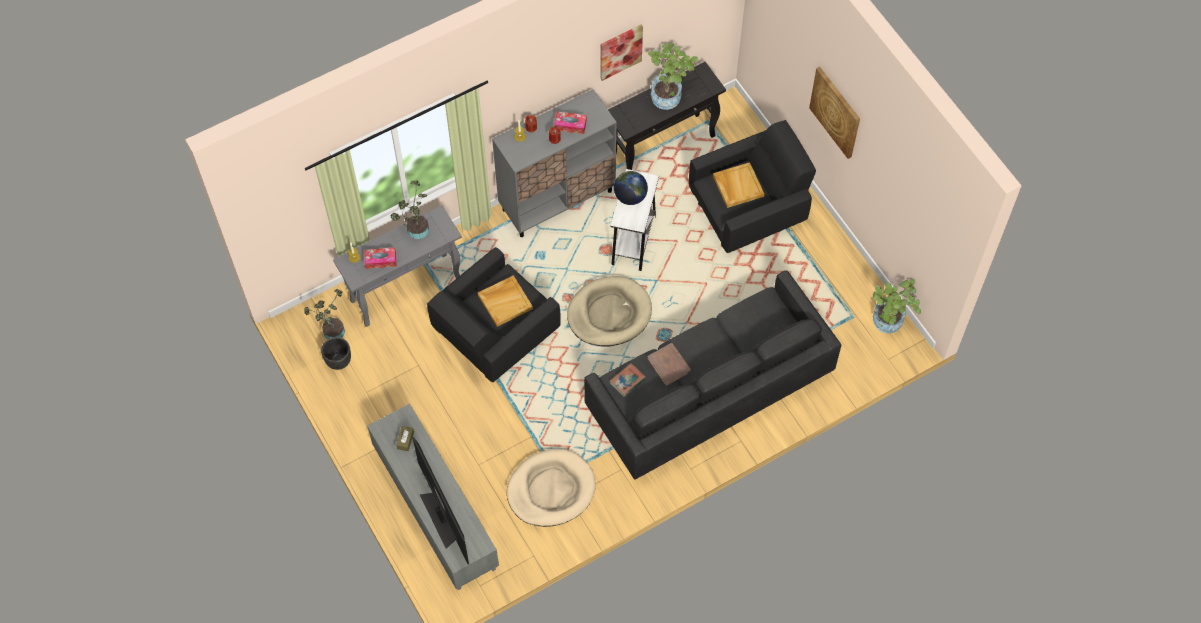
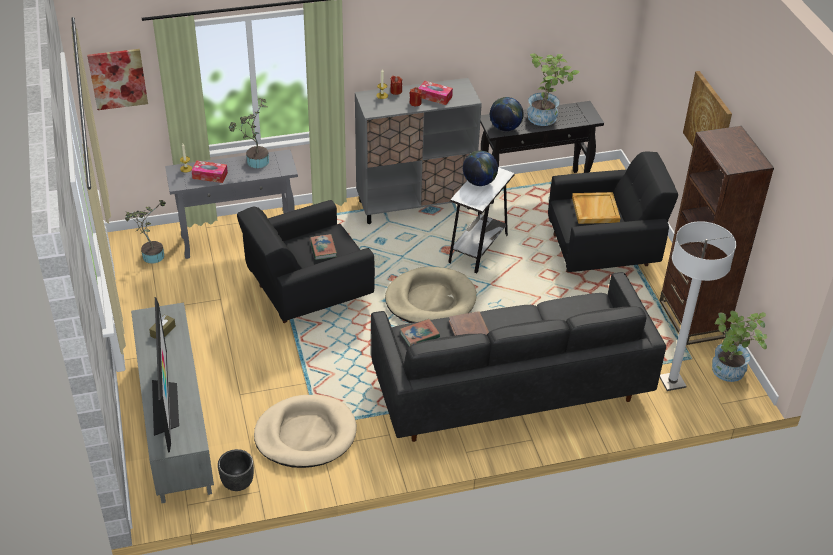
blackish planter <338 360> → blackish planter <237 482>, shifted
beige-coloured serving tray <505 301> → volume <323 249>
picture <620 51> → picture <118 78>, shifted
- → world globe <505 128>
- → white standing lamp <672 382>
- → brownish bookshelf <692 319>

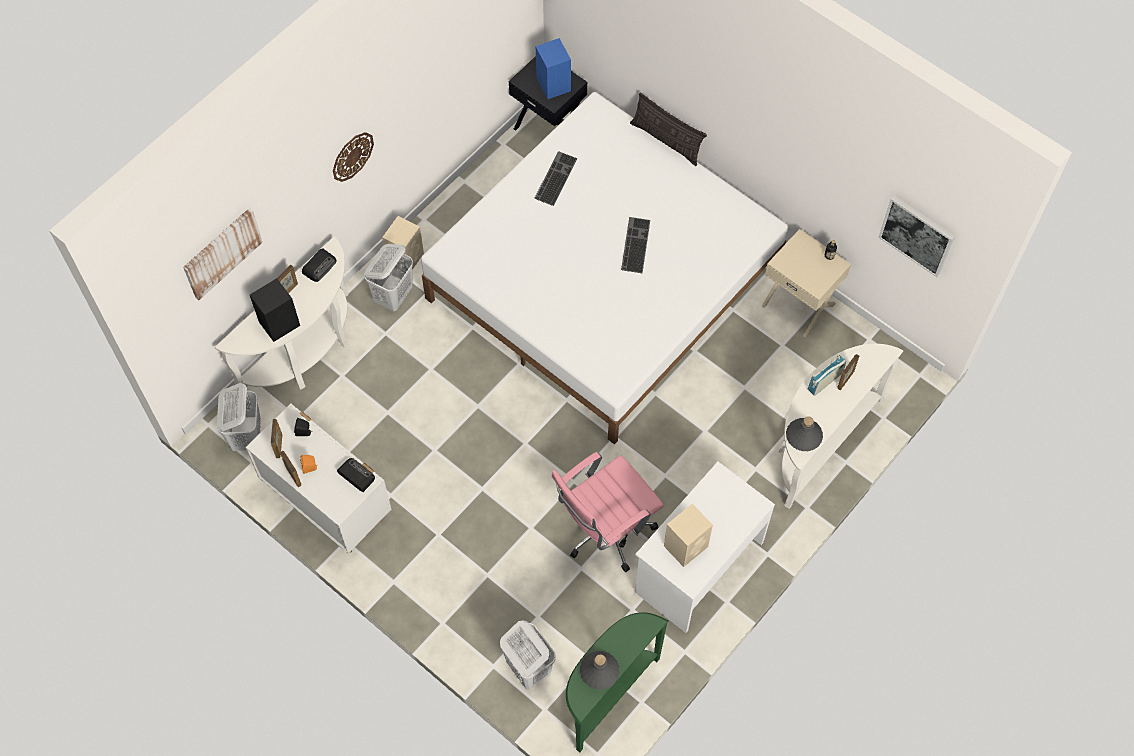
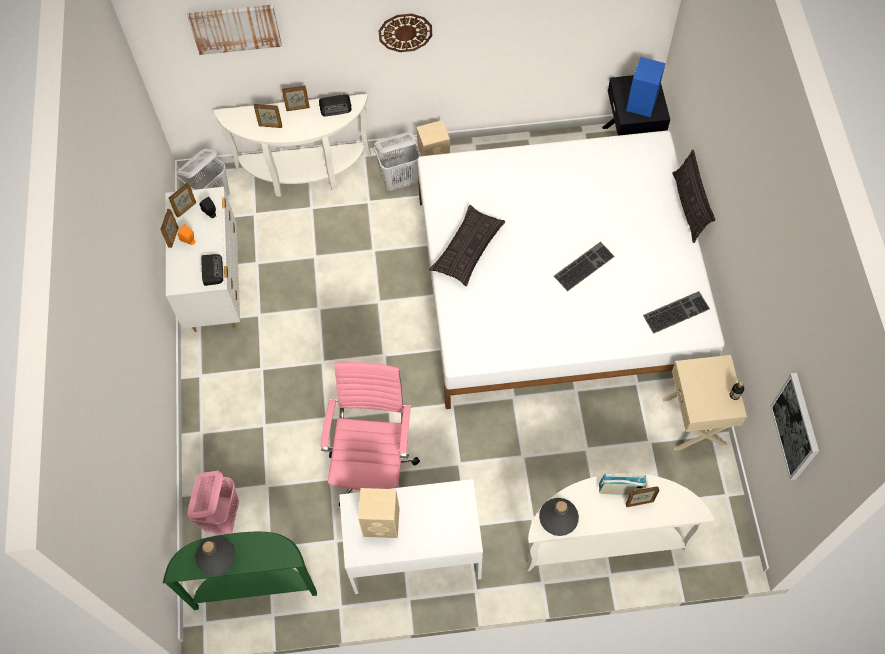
blackish audio speaker <280 323> → standing frame <270 126>
white laundry basket <528 668> → pink-coloured laundry basket <223 516>
PC keyboard <555 177> → PC keyboard <676 311>, shifted
pink-coloured desk chair <604 532> → pink-coloured desk chair <373 467>, 90 degrees clockwise
- → cushion <467 249>

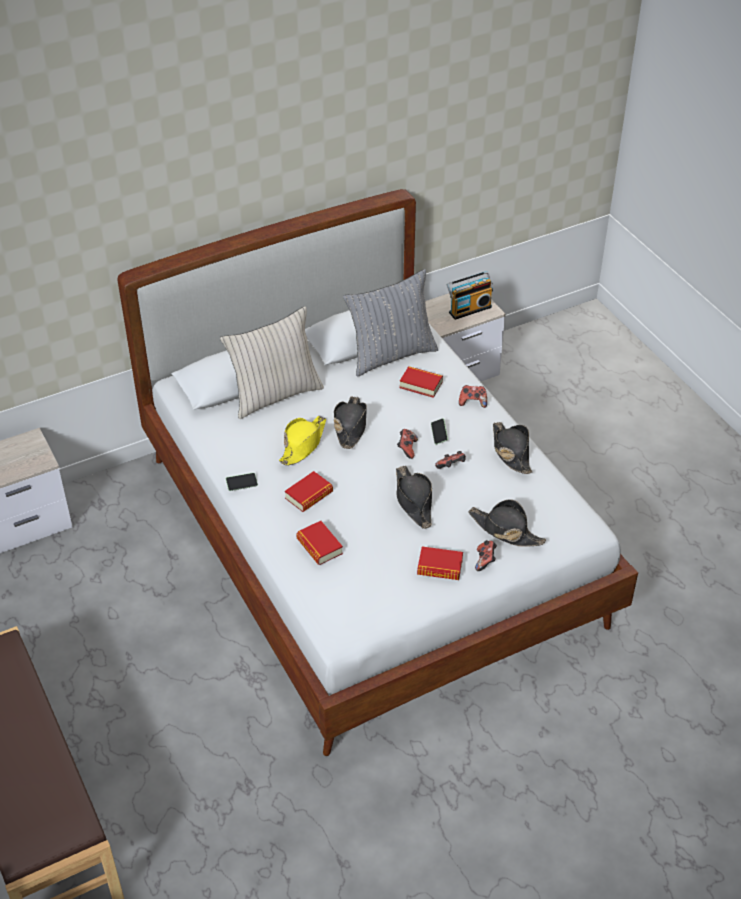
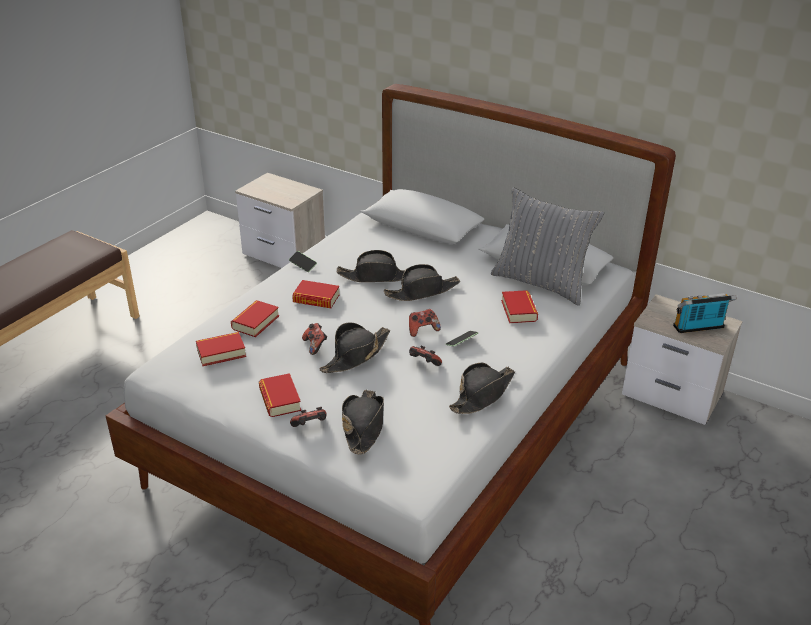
beige-coloured cushion <275 395> → -
yellow-coloured wearable hat <303 444> → blackish wearable hat <376 276>
radio <469 309> → radio <699 328>, 135 degrees clockwise
gamepad <473 402> → gamepad <315 345>, shifted
- → volume <221 353>

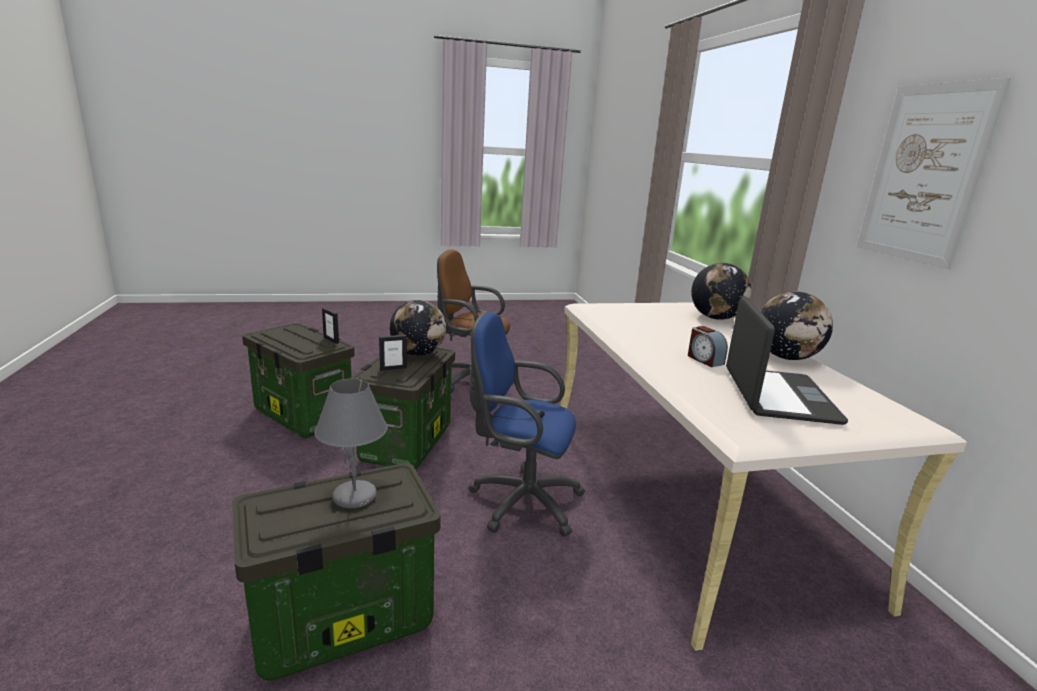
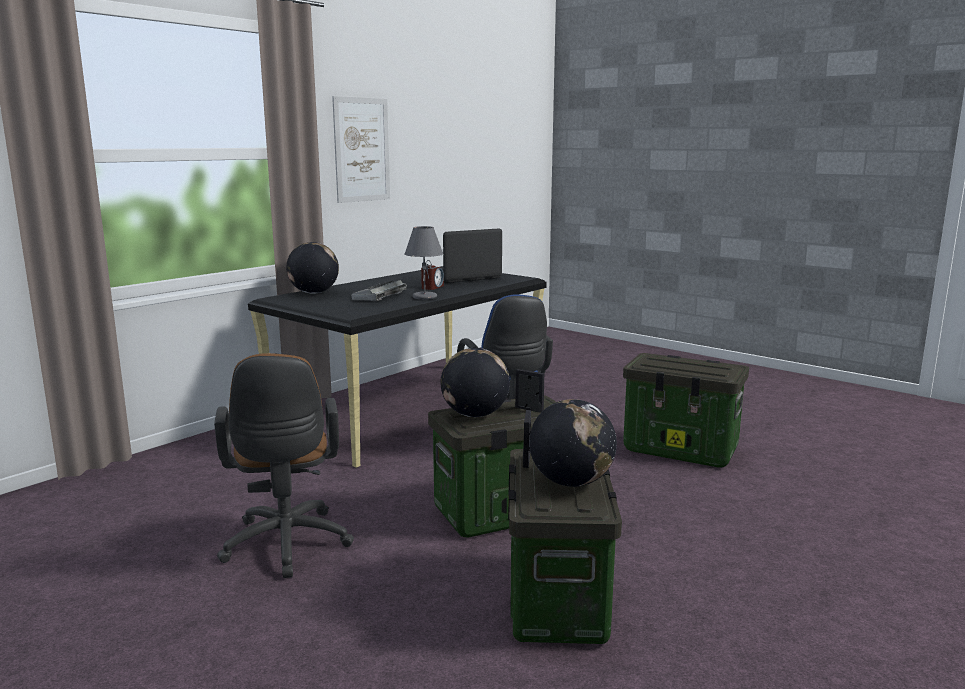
grey table lamp <355 497> → grey table lamp <424 297>, shifted
beige-coloured desk table <689 499> → blackish desk table <411 408>
world globe <786 357> → world globe <571 482>, shifted
- → PC keyboard <379 296>

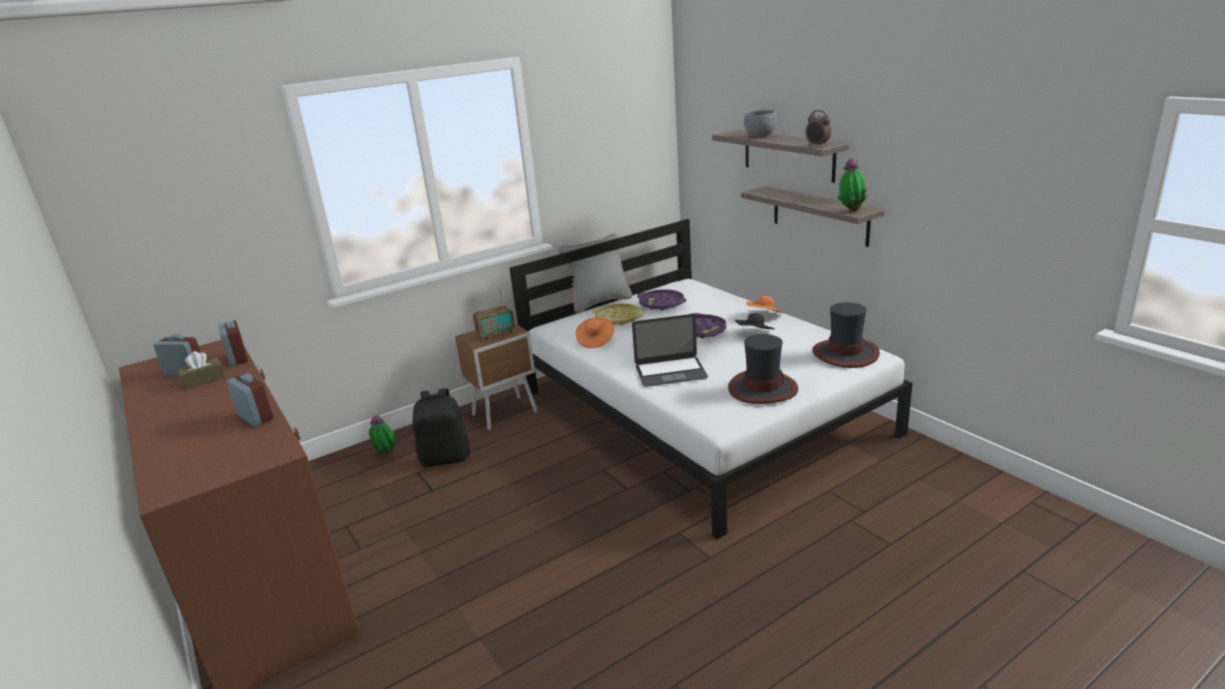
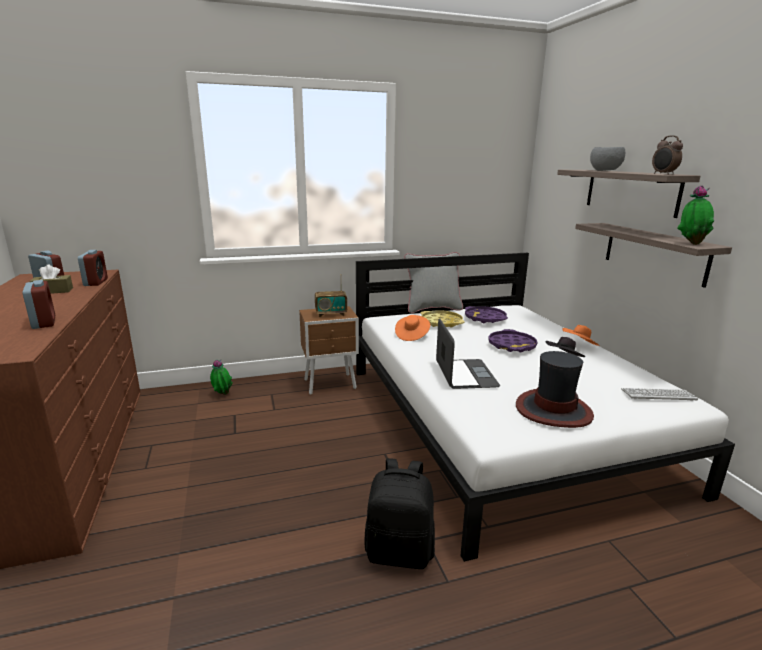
blackish backpack <445 458> → blackish backpack <399 551>, shifted
notebook computer <670 372> → notebook computer <465 374>, 105 degrees counterclockwise
wearable hat <845 353> → PC keyboard <658 395>

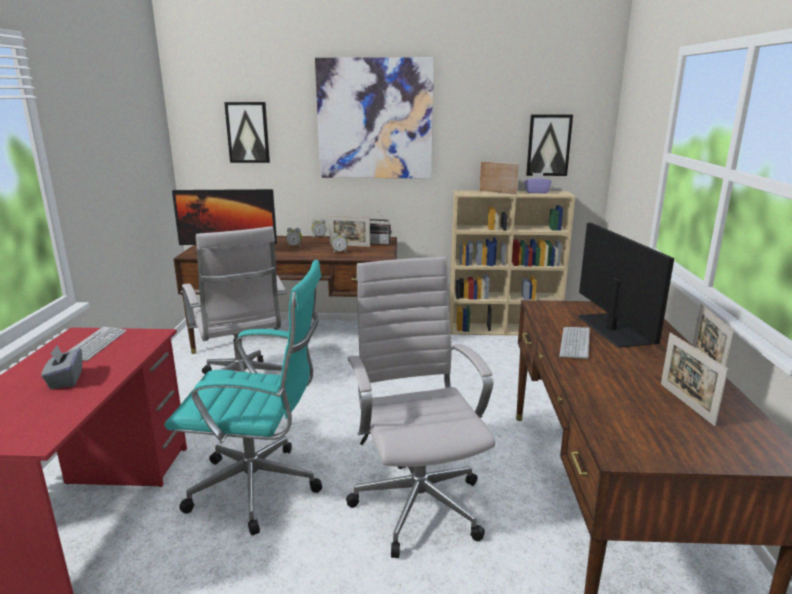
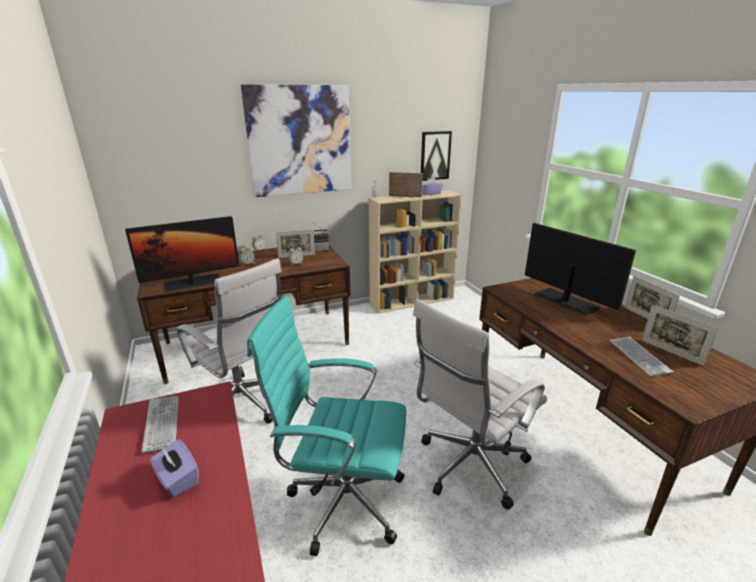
grey tissue box <65 380> → purple-coloured tissue box <177 480>
turquoise-coloured desk chair <260 488> → turquoise-coloured desk chair <341 500>, 150 degrees counterclockwise
picture <248 132> → -
white desk chair <417 502> → white desk chair <469 467>, 90 degrees counterclockwise
PC keyboard <575 343> → PC keyboard <639 357>, shifted

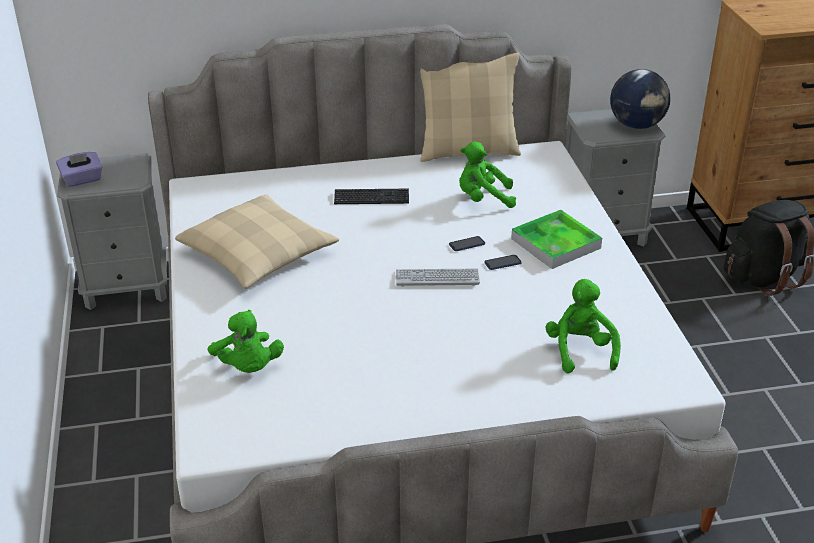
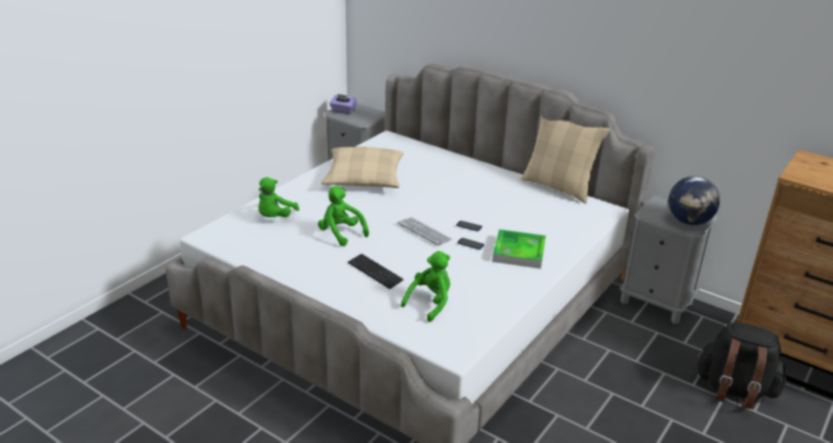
PC keyboard <371 198> → PC keyboard <375 272>, shifted
green-coloured cuddly toy <483 199> → green-coloured cuddly toy <341 233>, shifted

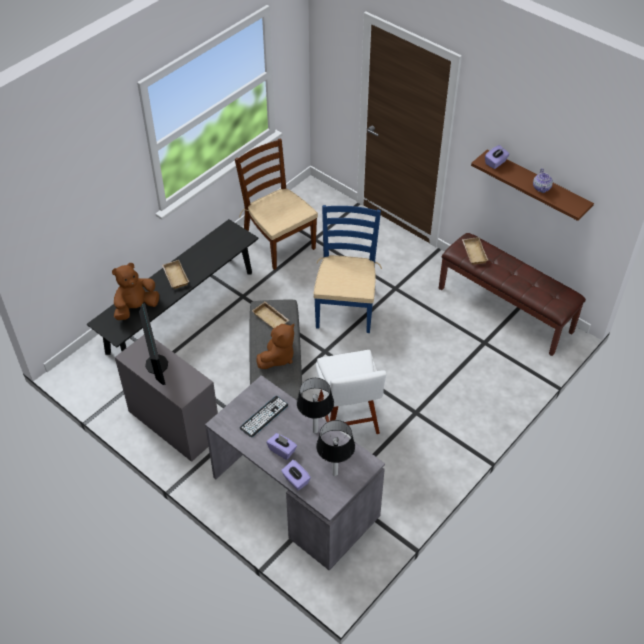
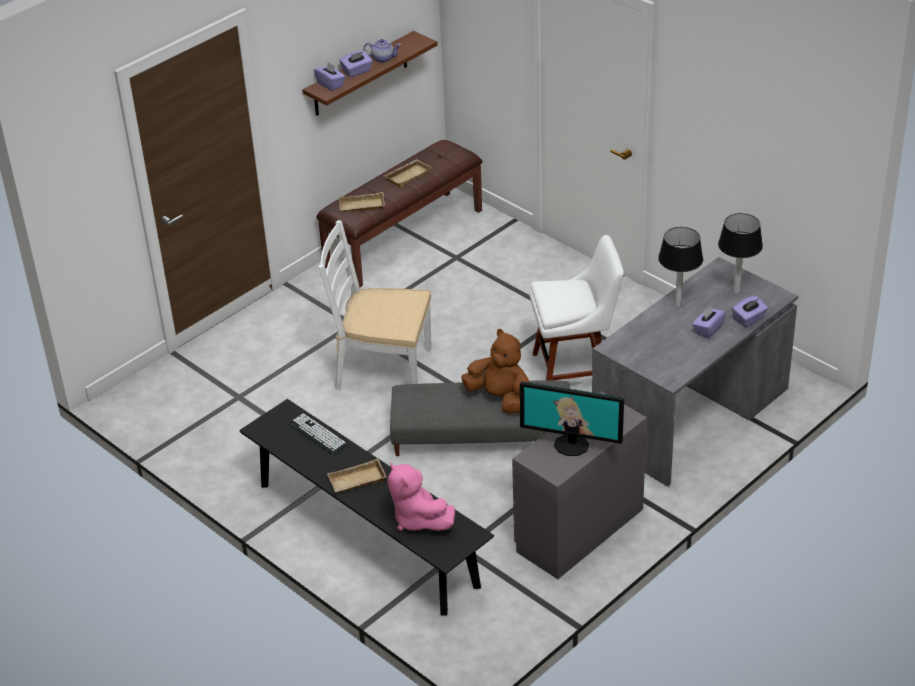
brownish cuddly toy <136 308> → pink-coloured cuddly toy <418 519>
monitor <156 364> → monitor <571 444>, 150 degrees counterclockwise
brownish chair <278 243> → -
PC keyboard <264 416> → PC keyboard <318 434>, shifted
beige-coloured serving tray <271 318> → beige-coloured serving tray <407 175>, shifted
blue chair <345 308> → white chair <382 368>
- → purple-coloured tissue box <357 71>

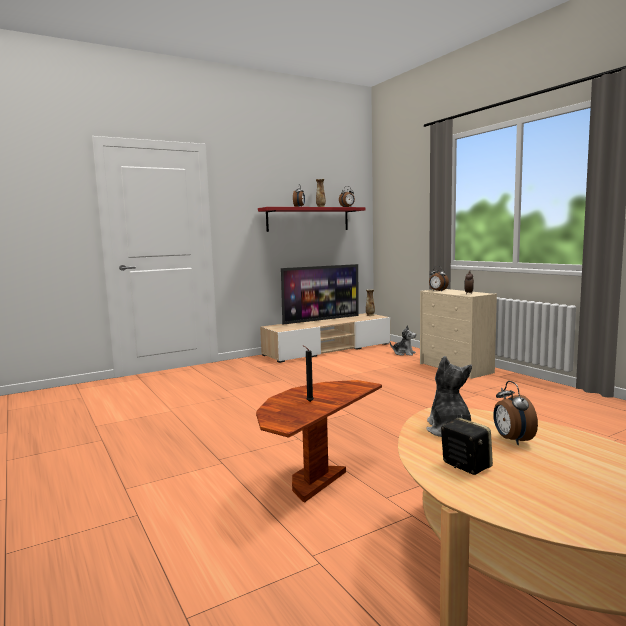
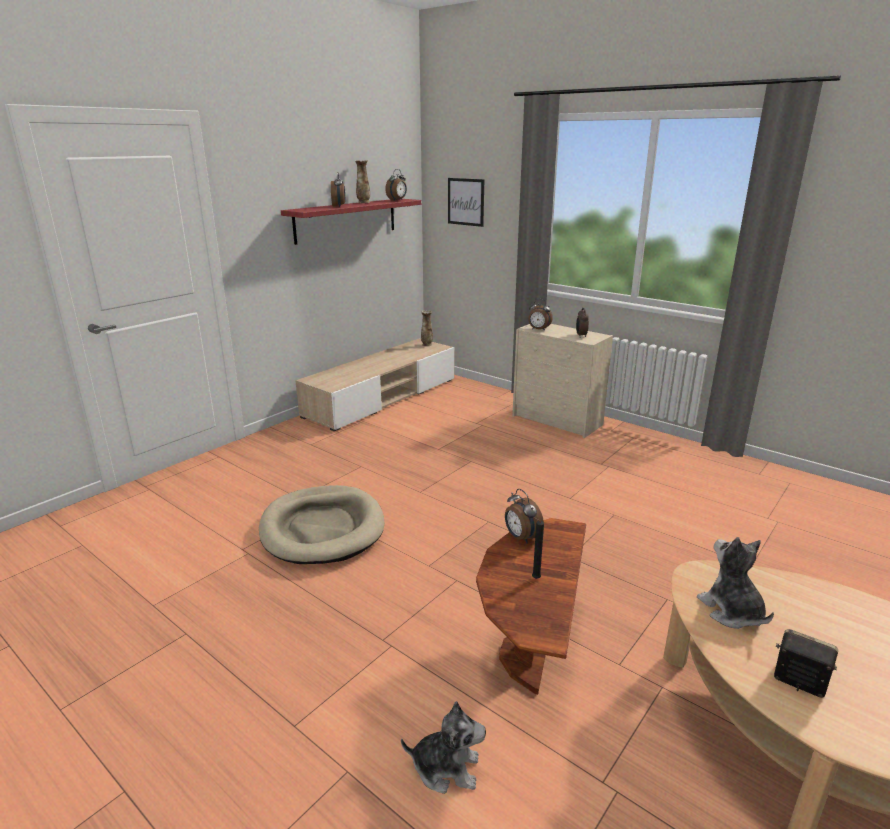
television <321 320> → -
cuddly toy <404 353> → cuddly toy <446 768>, shifted
alarm clock <512 440> → alarm clock <521 537>, shifted
- → beige-coloured pet bed <322 529>
- → picture <466 202>

